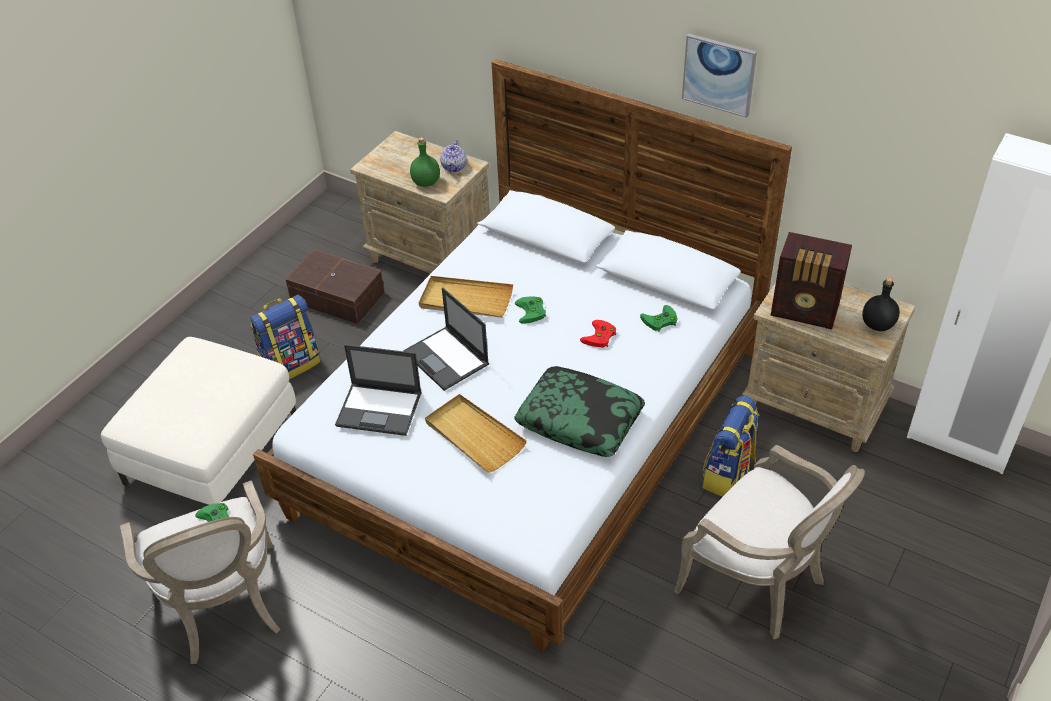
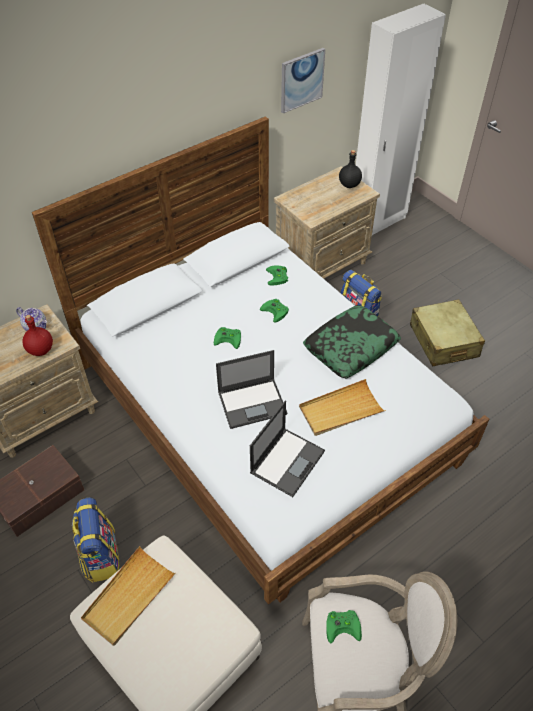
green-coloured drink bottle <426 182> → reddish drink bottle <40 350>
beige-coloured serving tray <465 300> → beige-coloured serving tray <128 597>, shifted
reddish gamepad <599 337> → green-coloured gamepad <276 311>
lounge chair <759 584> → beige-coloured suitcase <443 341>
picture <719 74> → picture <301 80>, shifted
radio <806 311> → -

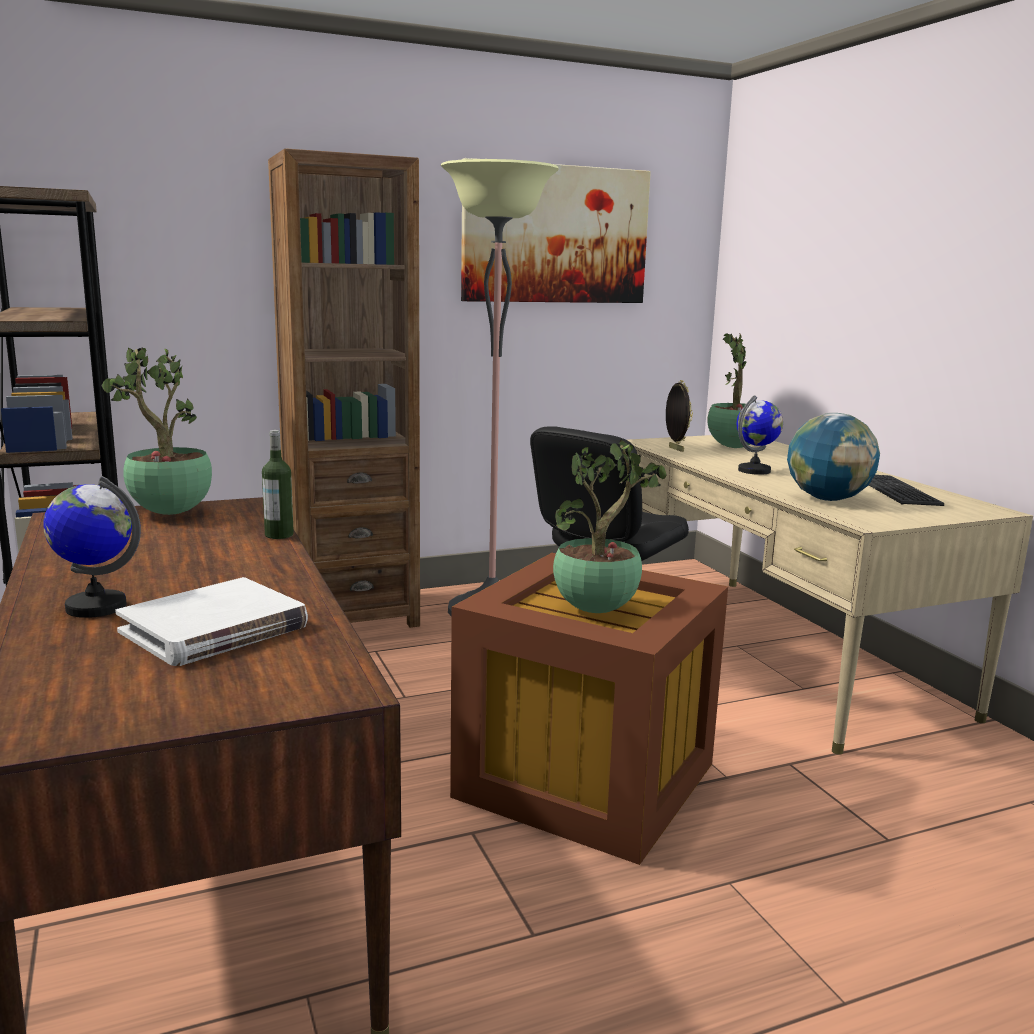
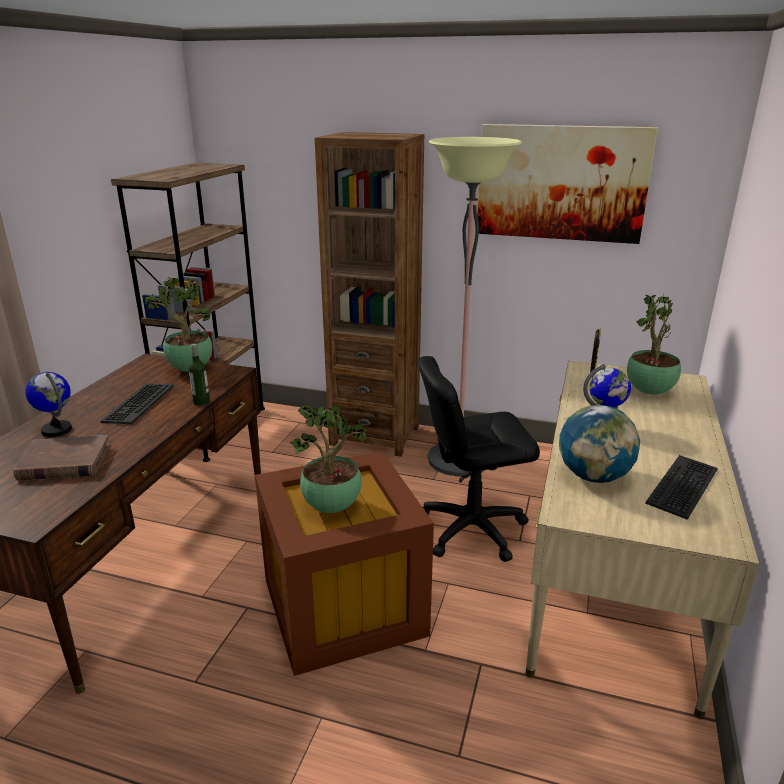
white volume <214 629> → brownish volume <64 462>
- → PC keyboard <138 403>

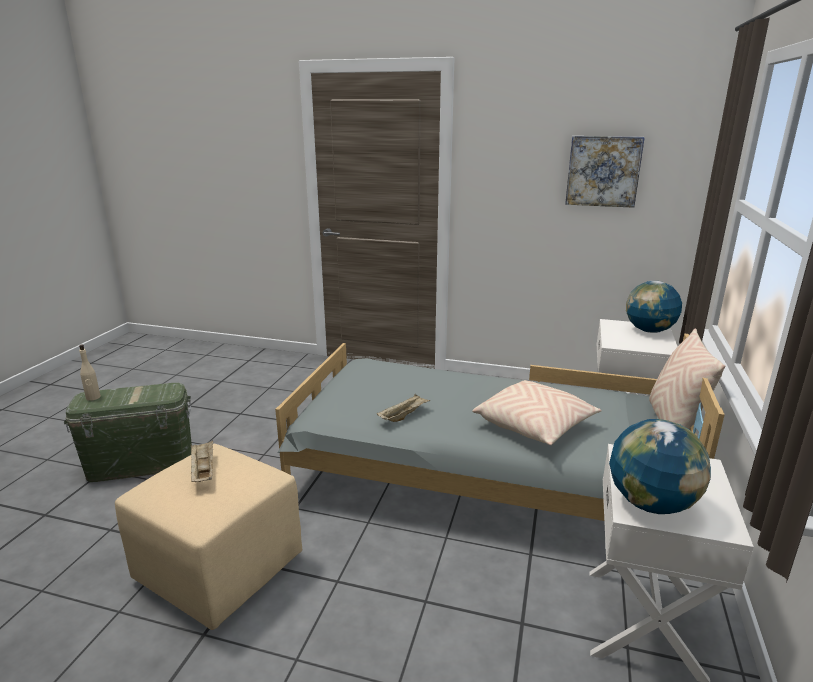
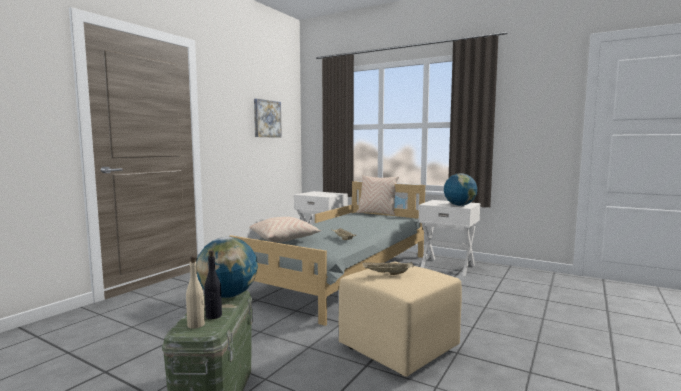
beige-coloured cushion <535 426> → beige-coloured cushion <284 239>, shifted
world globe <649 331> → world globe <228 295>, shifted
- → blackish drink bottle <213 316>

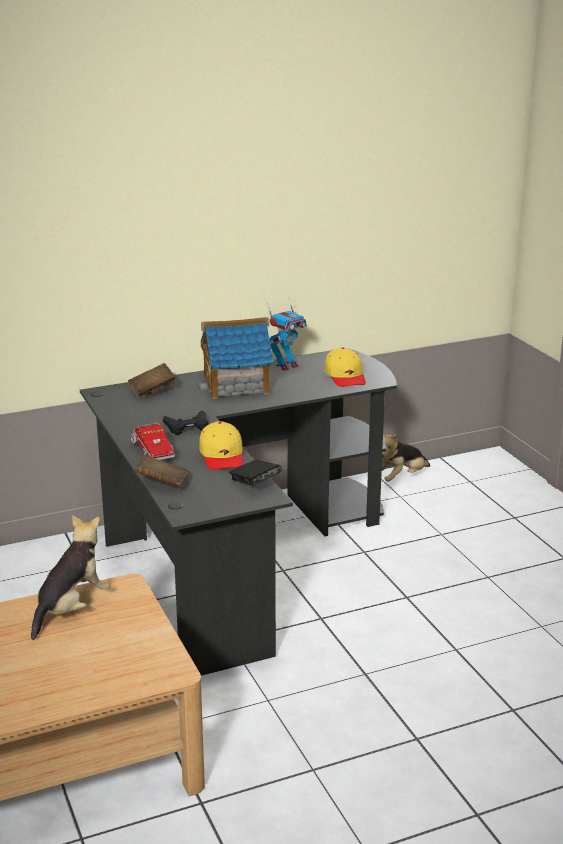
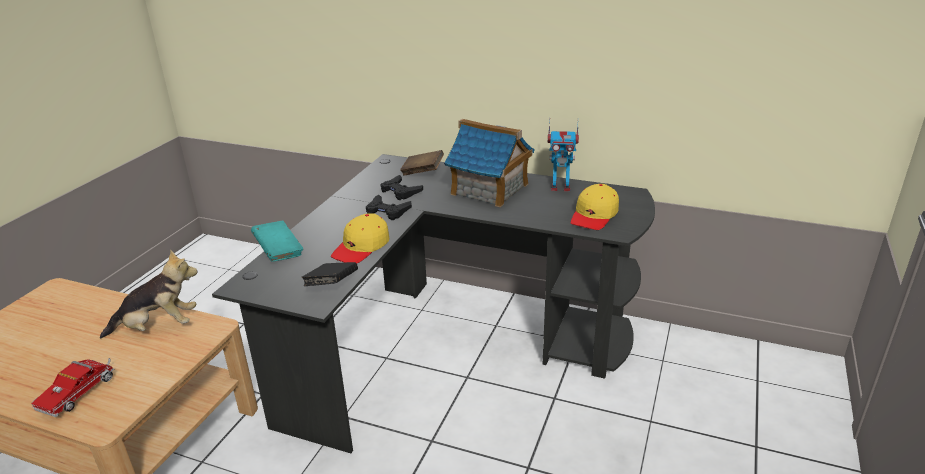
toy truck <152 451> → toy truck <80 392>, shifted
brownish volume <162 483> → turquoise-coloured volume <279 252>
cuddly toy <401 478> → -
- → blackish gamepad <400 191>

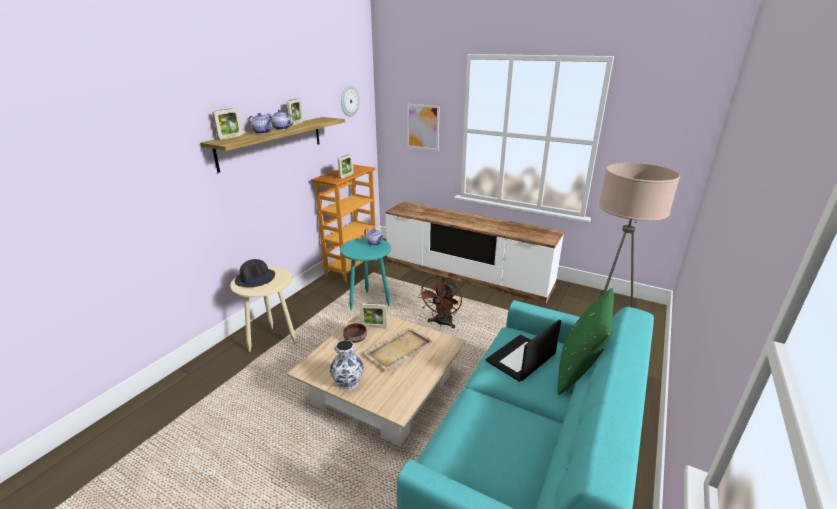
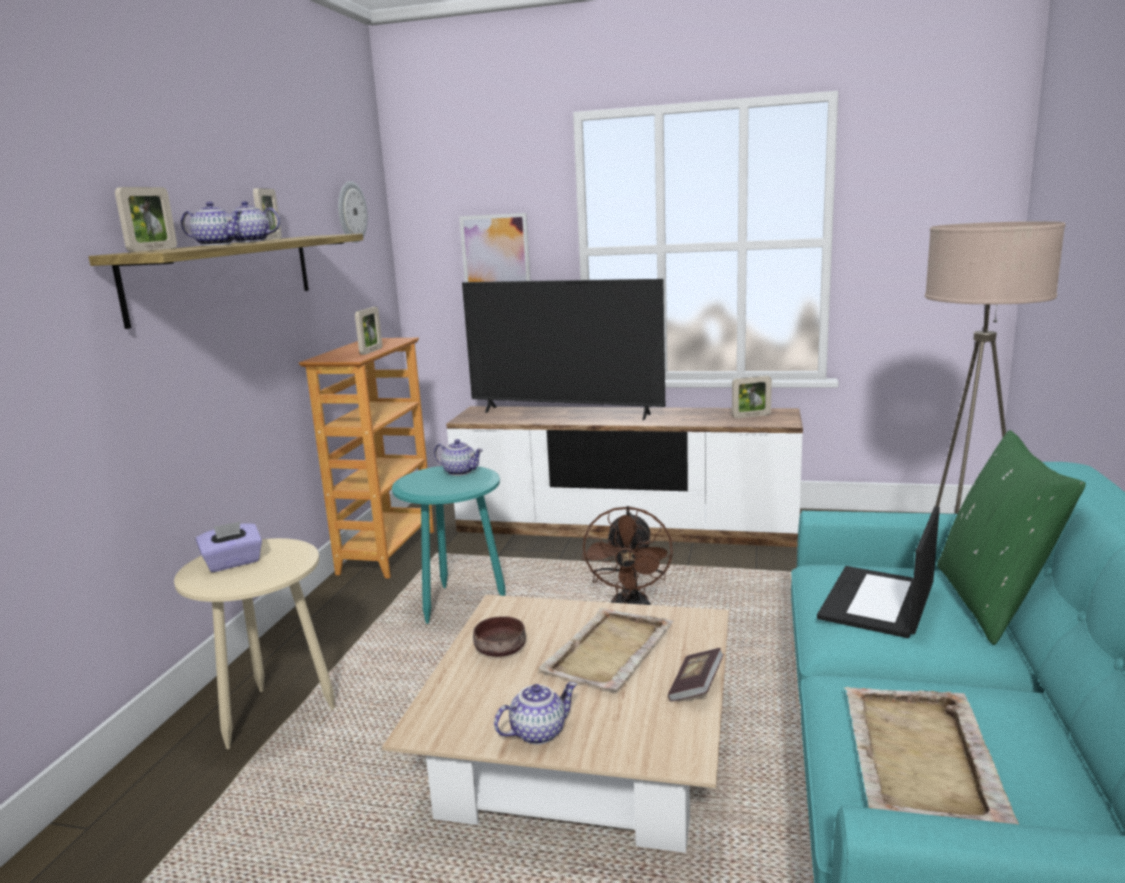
blackish wearable hat <255 278> → purple-coloured tissue box <233 563>
vase <347 382> → teapot <538 732>
standing frame <373 326> → standing frame <751 416>, shifted
- → television <565 413>
- → volume <696 687>
- → beige-coloured serving tray <919 757>

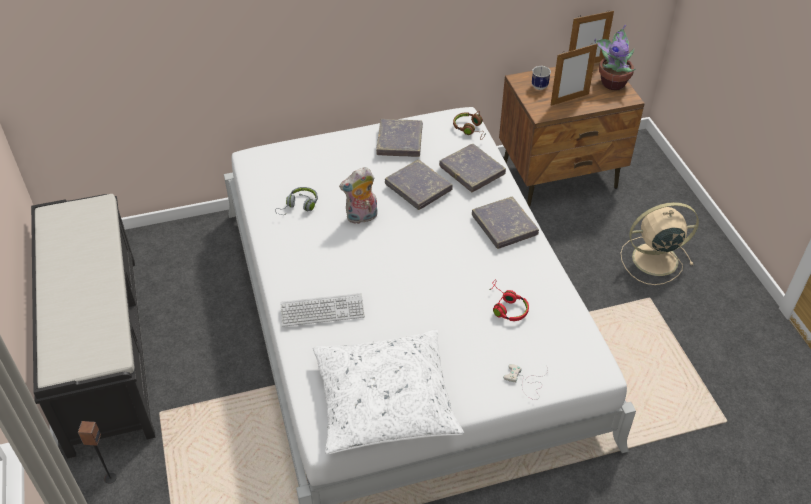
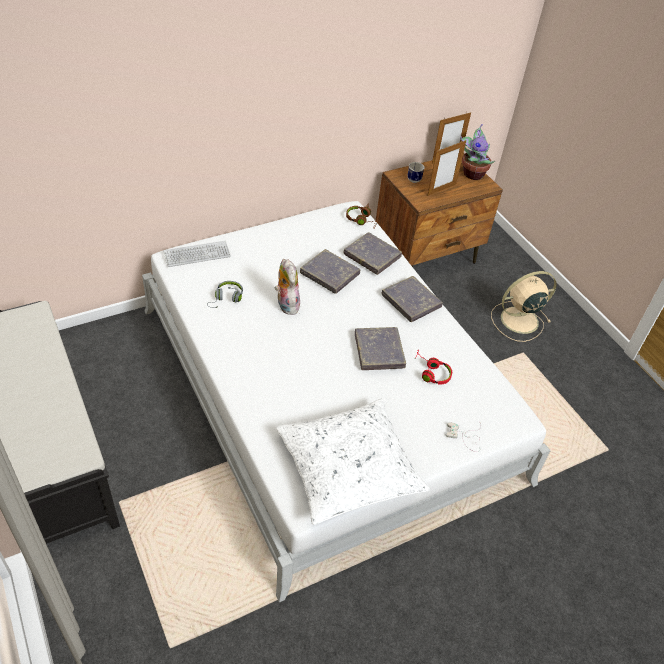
audio speaker <110 478> → -
PC keyboard <322 311> → PC keyboard <197 255>, shifted
cuddly toy <361 217> → cuddly toy <286 304>, 105 degrees clockwise
grey volume <400 141> → grey volume <379 351>, shifted

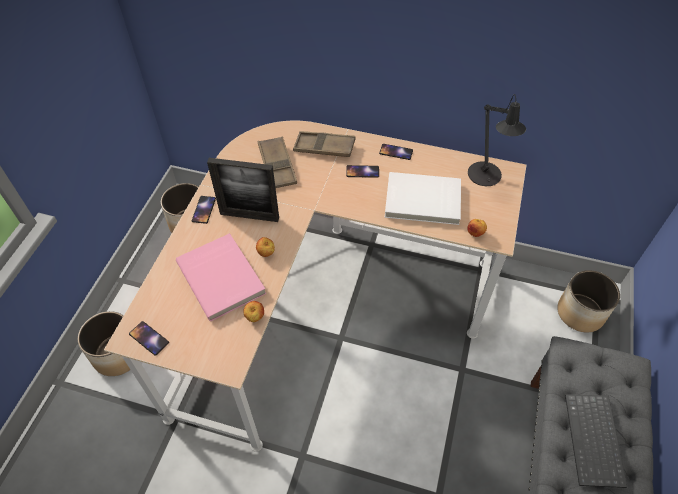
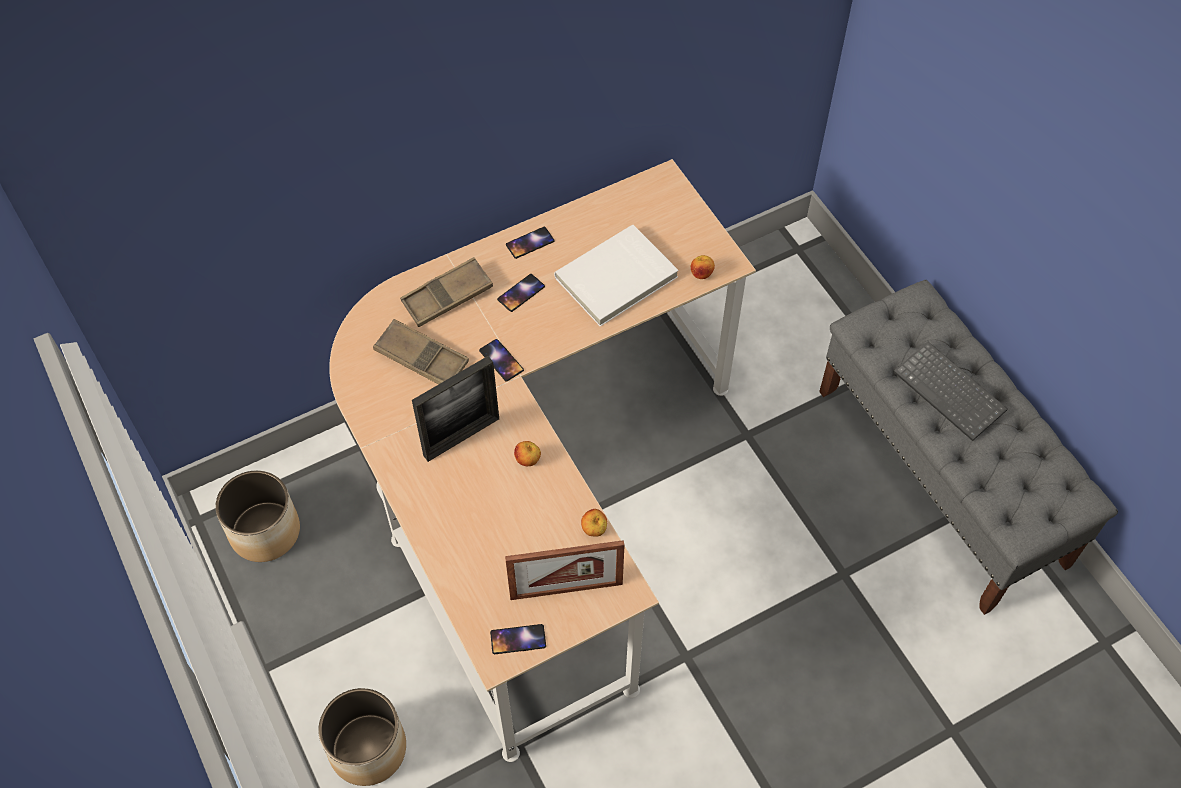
pink-coloured volume <222 277> → -
handset <204 210> → handset <501 360>, shifted
blackish table lamp <486 177> → -
planter <580 313> → -
- → standing frame <566 590>

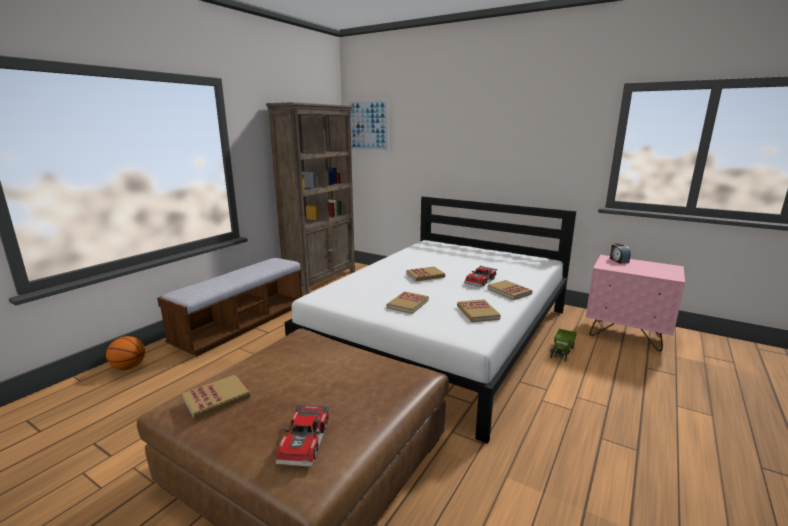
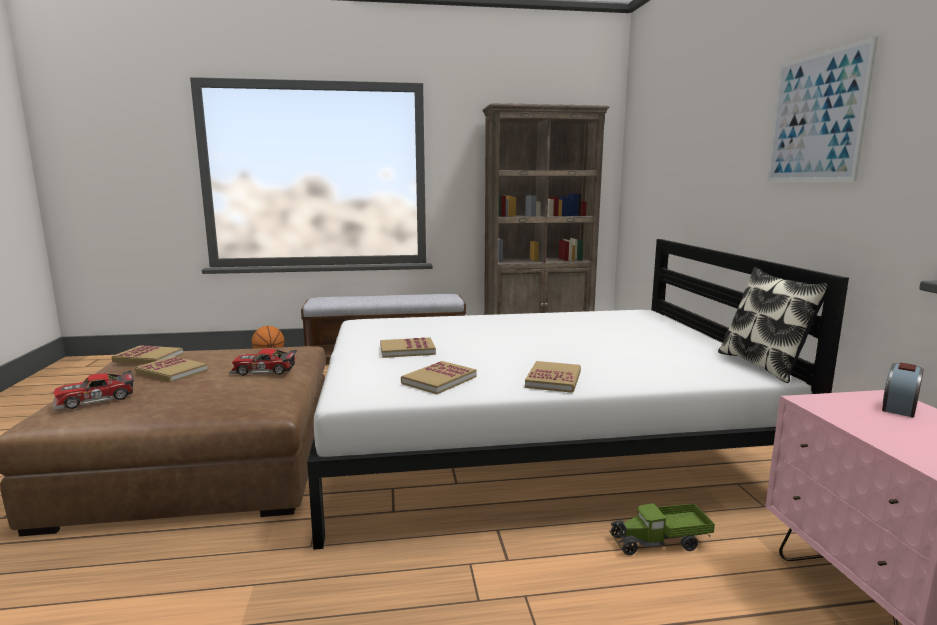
picture <368 125> → picture <816 118>, shifted
volume <425 275> → volume <172 372>, shifted
toy car <481 281> → toy car <263 371>, shifted
- → cushion <764 365>

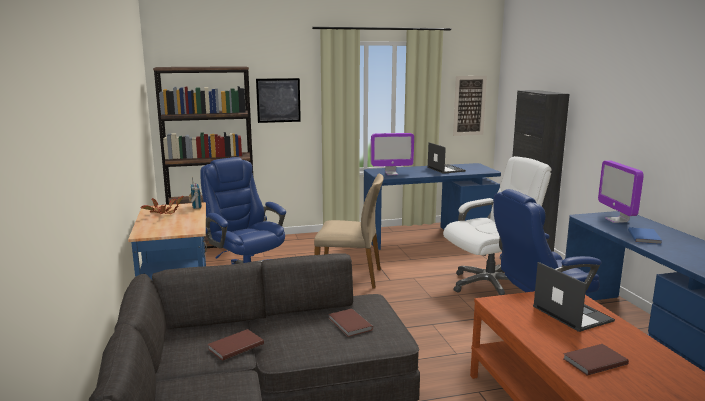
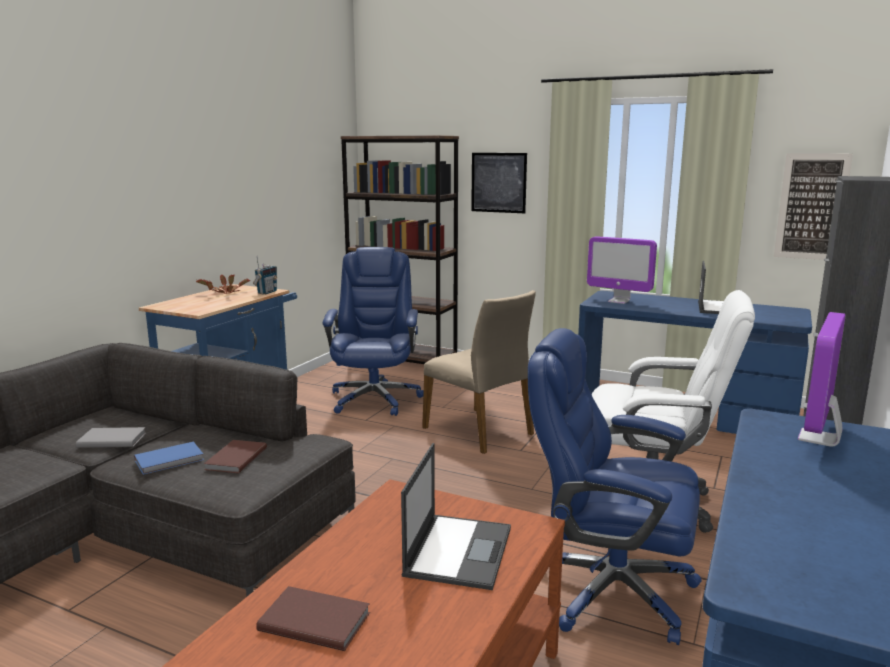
brownish volume <234 346> → grey volume <112 439>
blue volume <645 237> → blue volume <170 460>, shifted

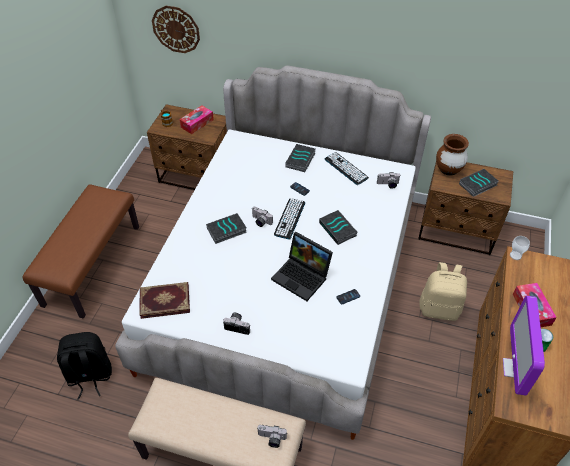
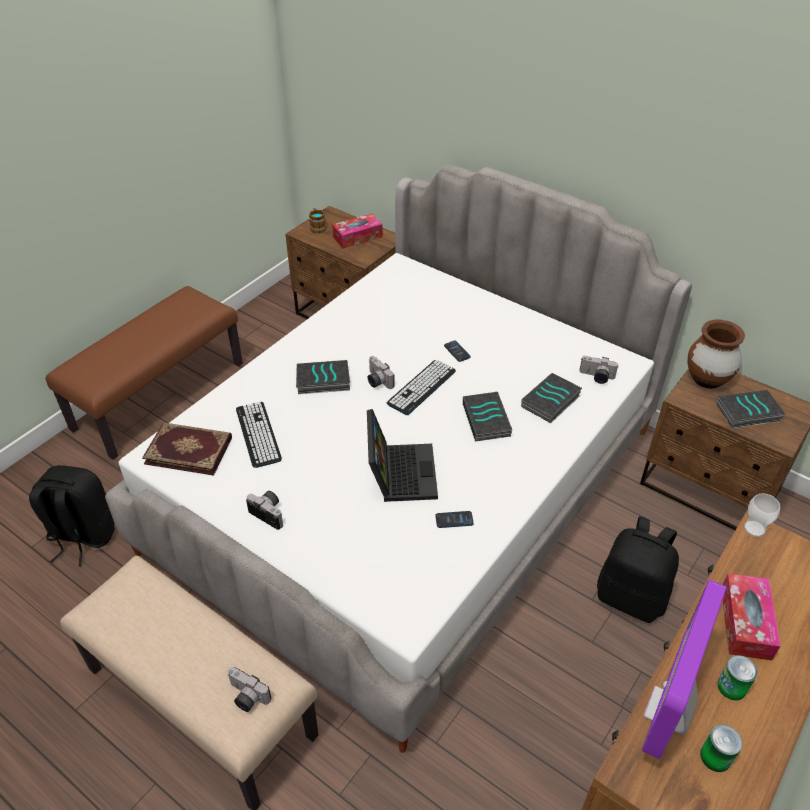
clock on the wall <176 29> → -
notebook computer <302 276> → notebook computer <399 472>, 150 degrees counterclockwise
volume <301 160> → volume <551 402>, shifted
PC keyboard <346 168> → PC keyboard <258 434>, shifted
beige-coloured backpack <439 308> → blackish backpack <631 597>
- → sealed can <715 757>

